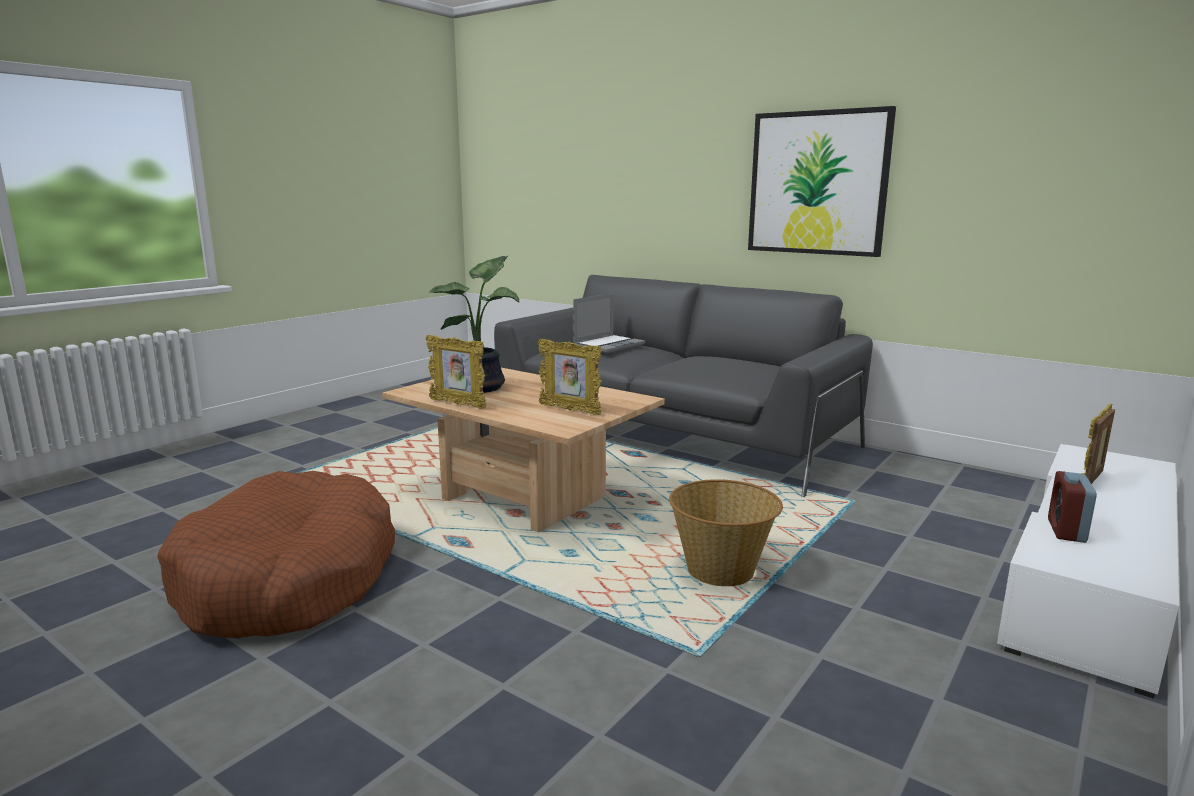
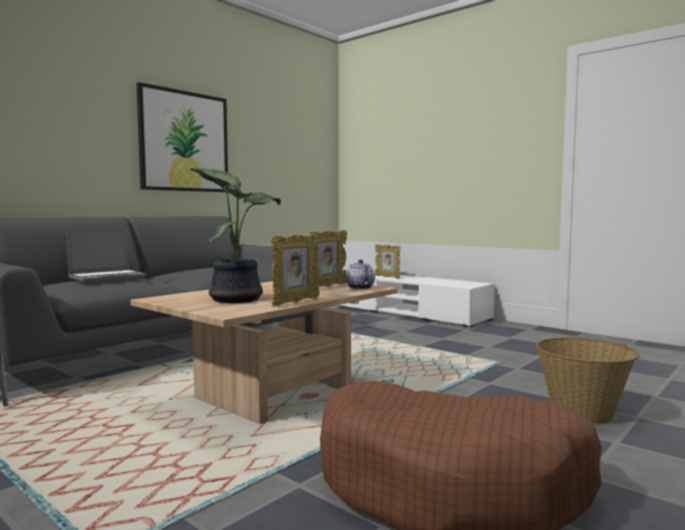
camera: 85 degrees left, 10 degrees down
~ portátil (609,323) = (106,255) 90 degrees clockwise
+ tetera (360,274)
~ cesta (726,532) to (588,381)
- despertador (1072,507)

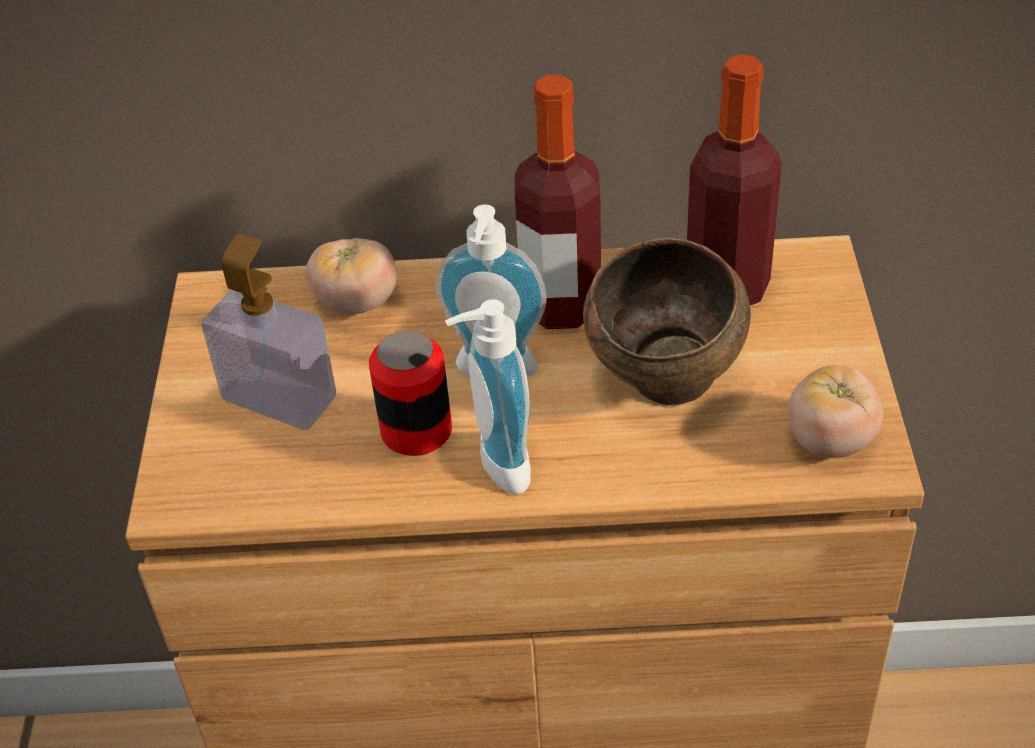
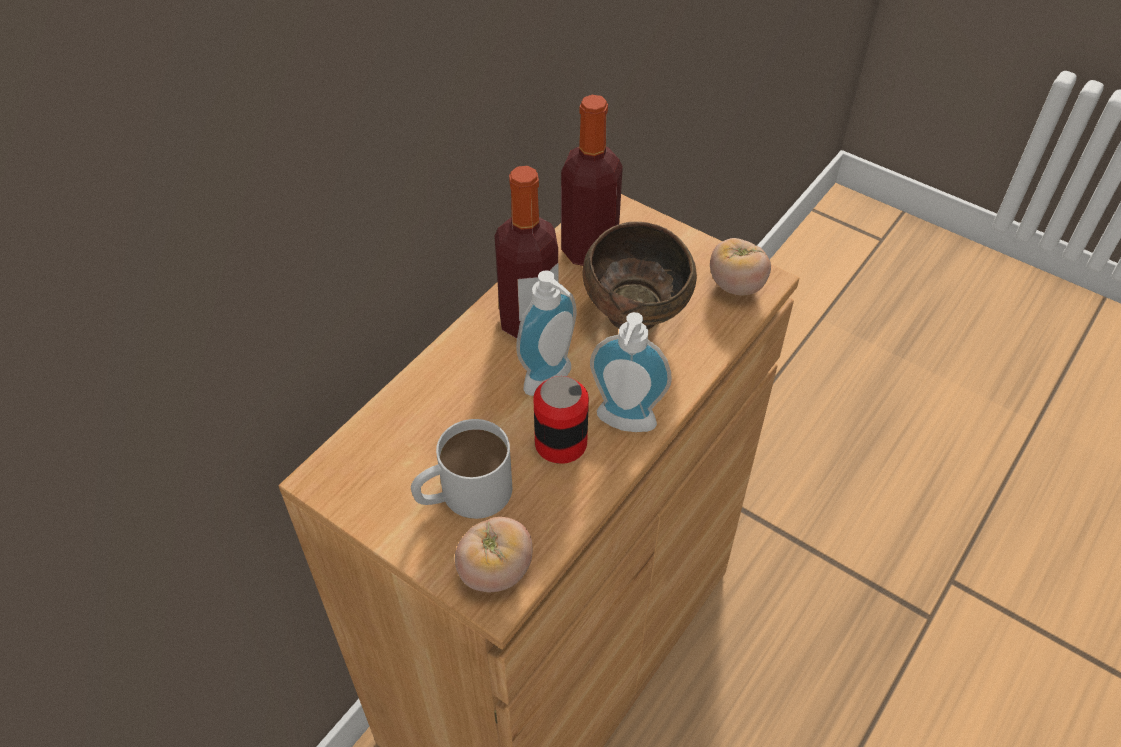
camera: 55 degrees left, 5 degrees up
~ dispensador de jabón (269,332) to taza grande/blanco (461,469)
~ tomate (351,276) to (494,554)

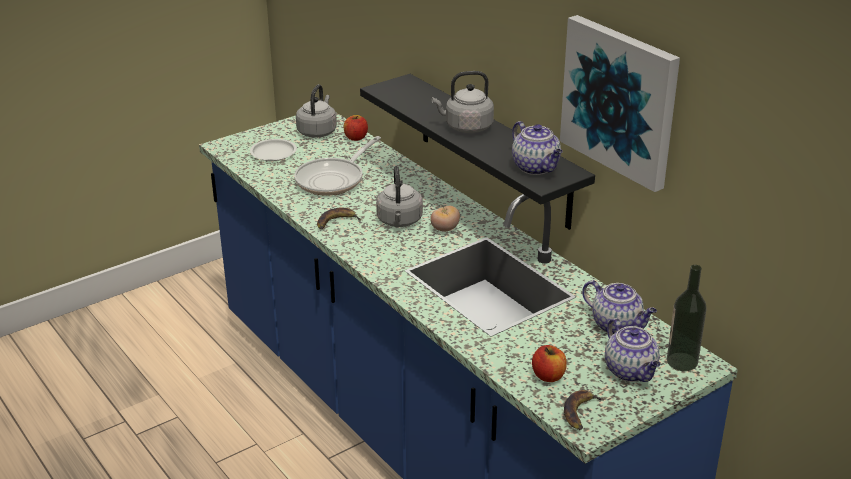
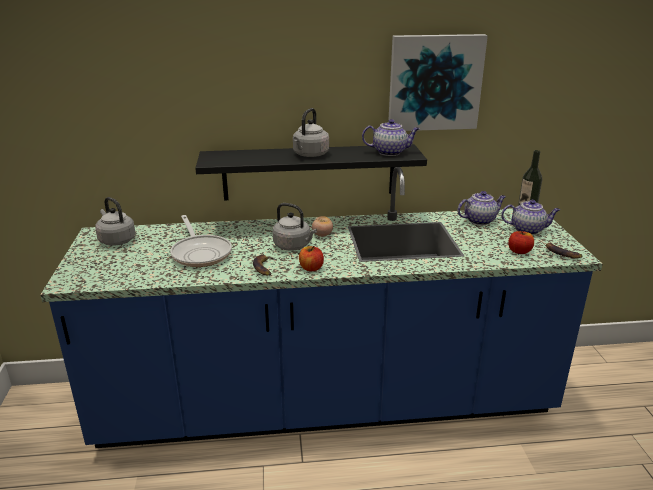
camera: 60 degrees left, 5 degrees down
~ manzana (356,128) to (311,258)
- plato/blanco (273,150)

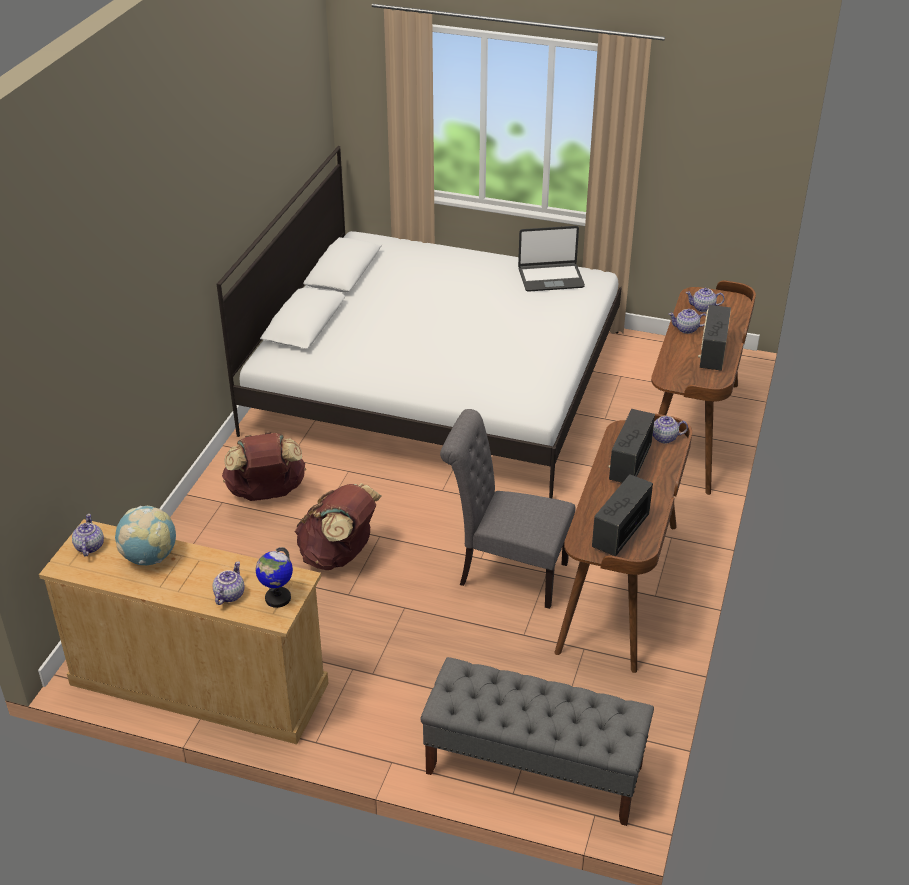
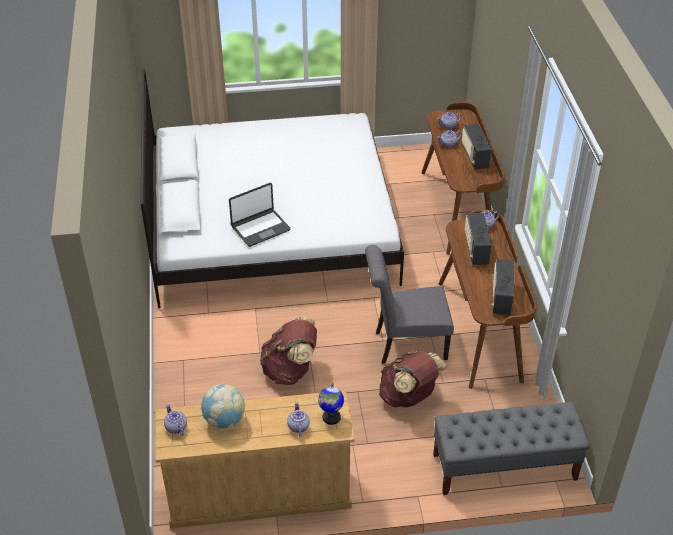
camera: 25 degrees left, 5 degrees up
~ portátil (551,259) to (259,215)
~ mochila/marrón (264,466) to (413,379)

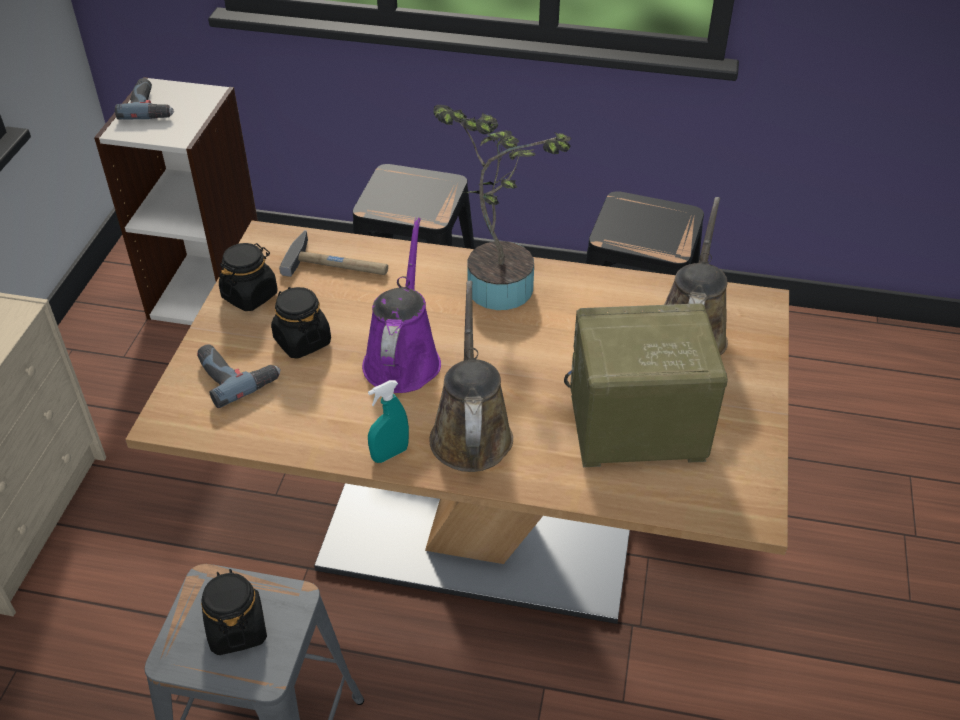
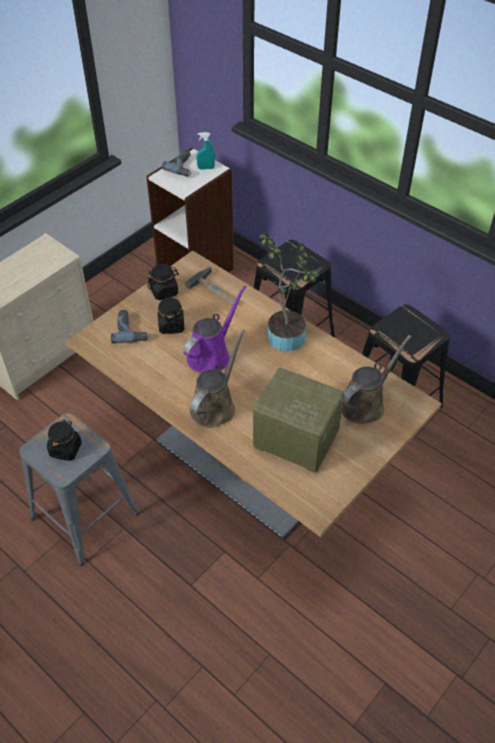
camera: 30 degrees right, 5 degrees up
~ pulverizador/turquesa (388,421) to (205,151)

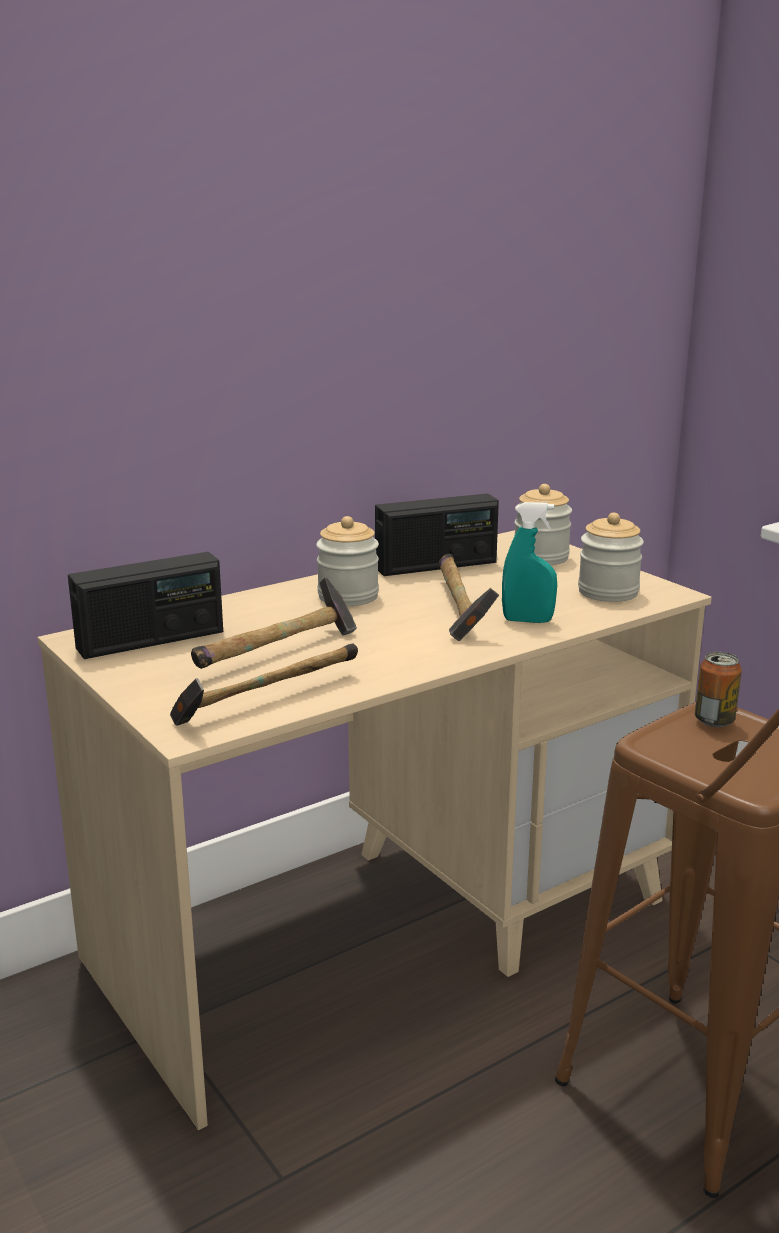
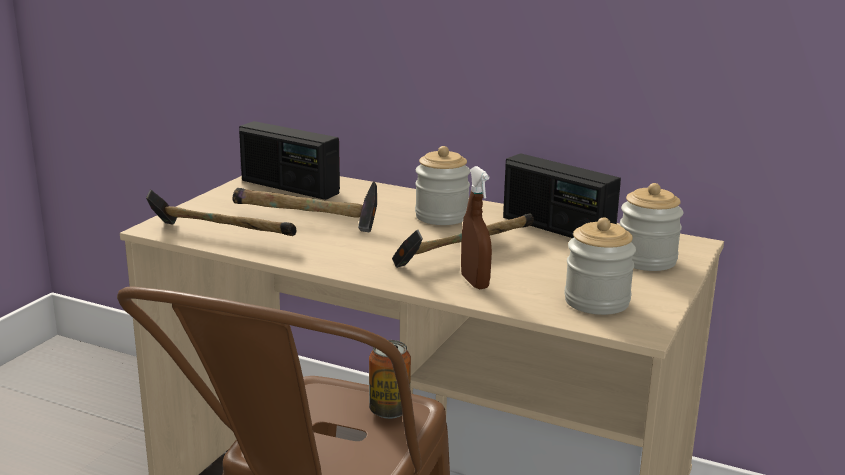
camera: 60 degrees right, 0 degrees up
~ pulverizador/turquesa (529,562) to pulverizador/marrón (476,227)

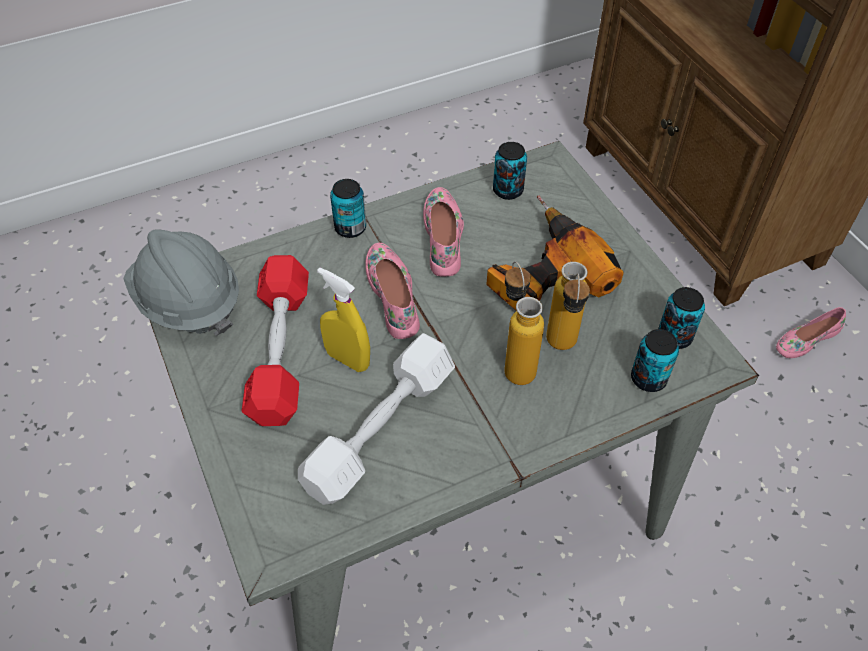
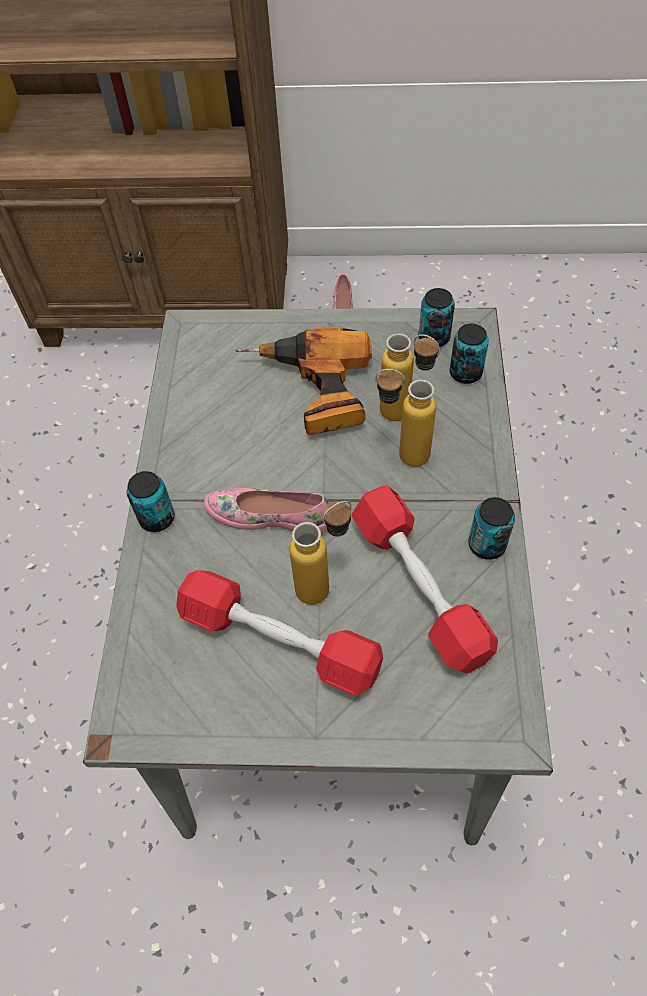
camera: 60 degrees left, 5 degrees up
~ pulverizador/amarillo (343,319) to botella (320,553)
~ mancuerna/blanco (376,419) to mancuerna/rojo (425,579)
~ lata (510,171) to (491,528)
- casco/gris (181,283)
- zapato/rosa (443,232)

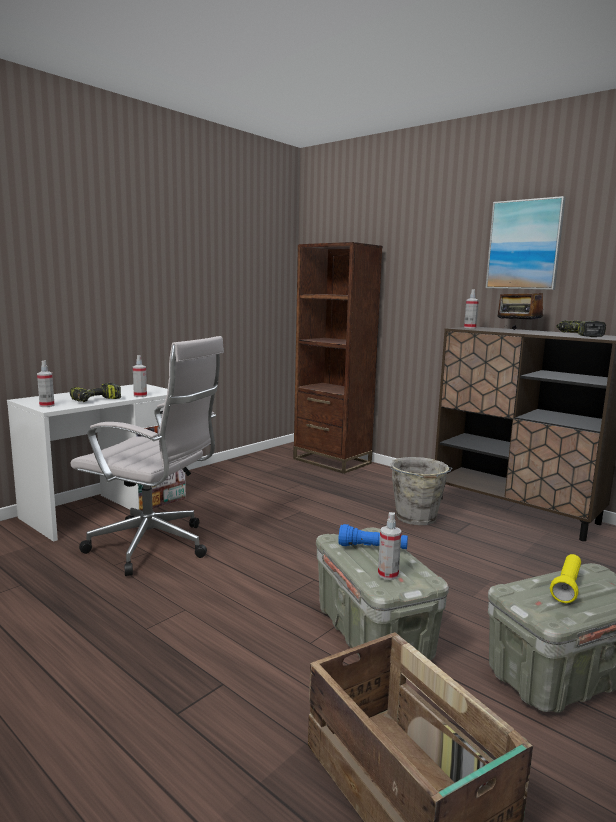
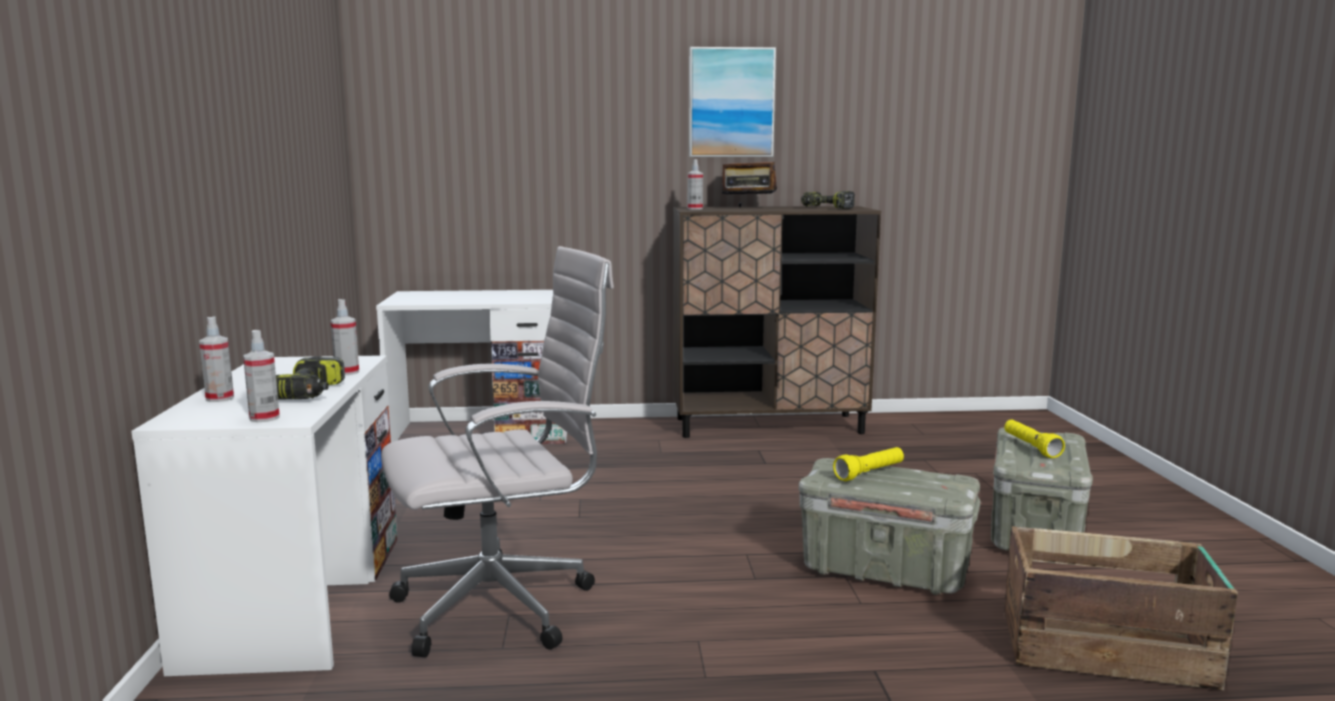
camera: 45 degrees left, 0 degrees up
~ pulverizador (389,546) to (216,359)
~ estantería/marrón (338,358) to escritorio/blanco (471,367)
~ linterna/azul (373,536) to linterna/amarillo (868,464)
- cubo/gris (421,491)

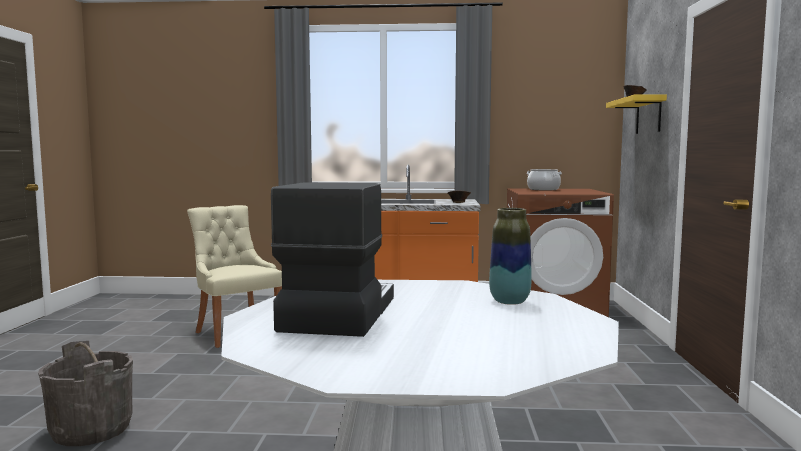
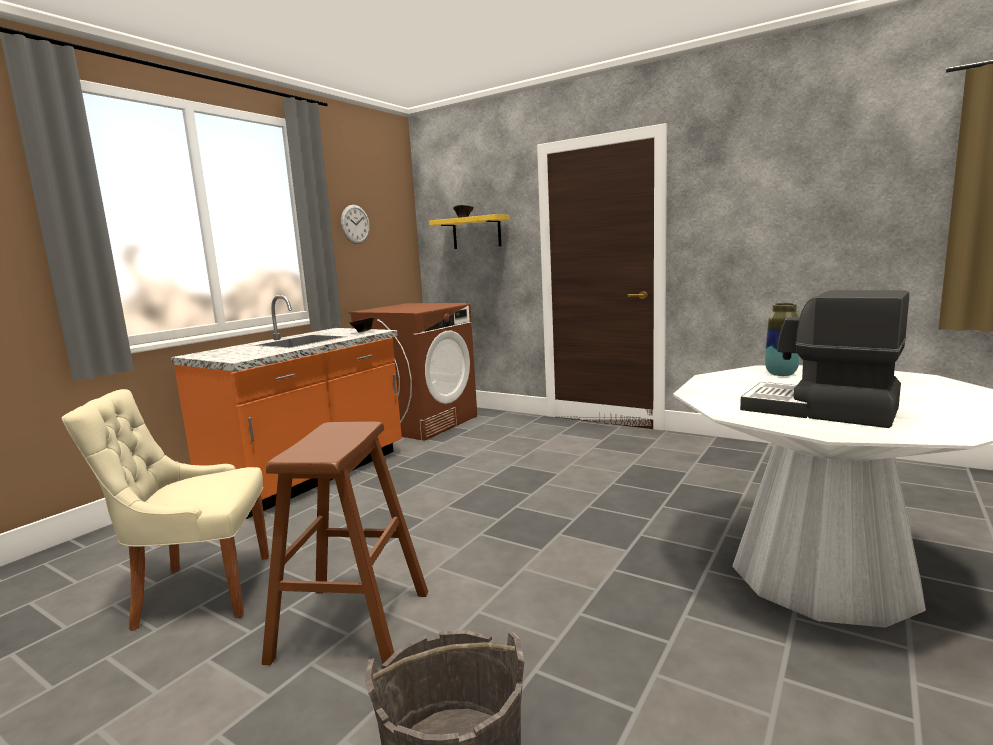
camera: 60 degrees left, 5 degrees up
+ taburete/marrón (345,543)
+ reloj de pared (355,224)
- olla (544,179)

